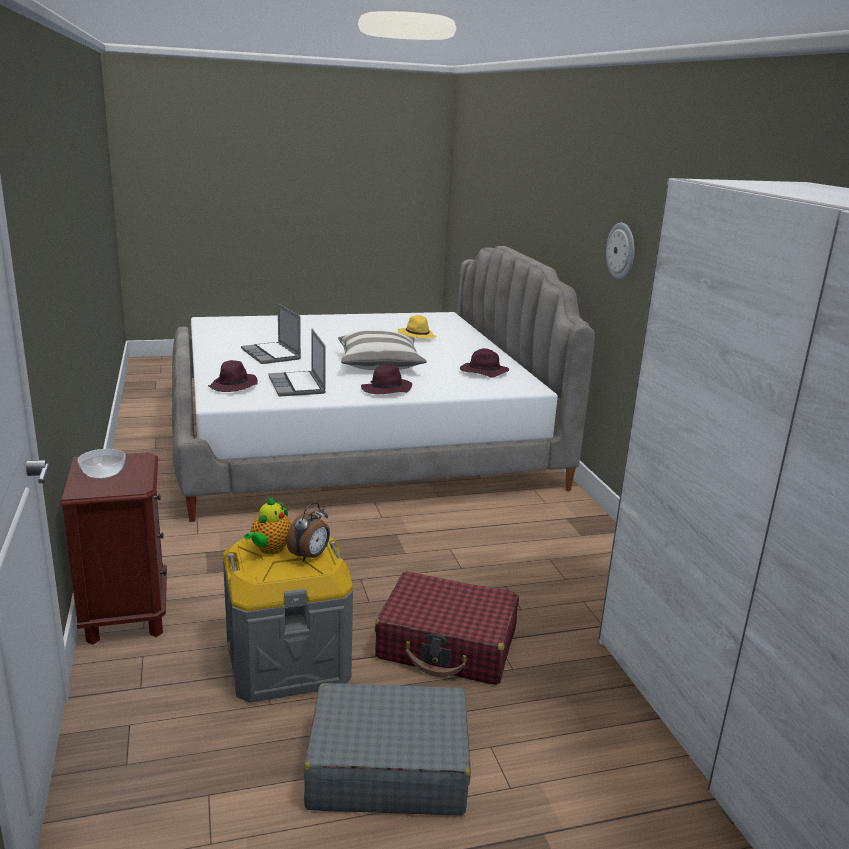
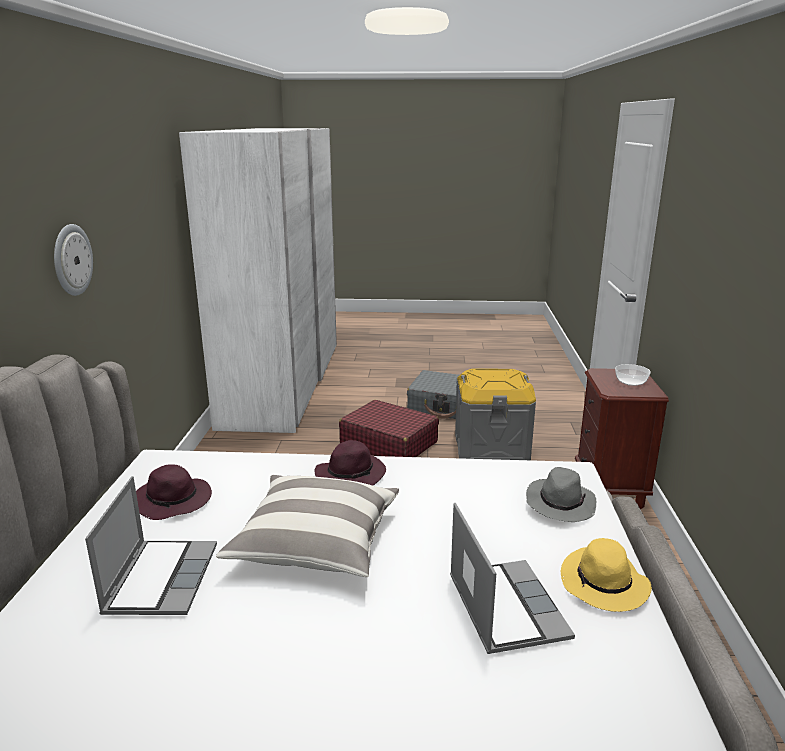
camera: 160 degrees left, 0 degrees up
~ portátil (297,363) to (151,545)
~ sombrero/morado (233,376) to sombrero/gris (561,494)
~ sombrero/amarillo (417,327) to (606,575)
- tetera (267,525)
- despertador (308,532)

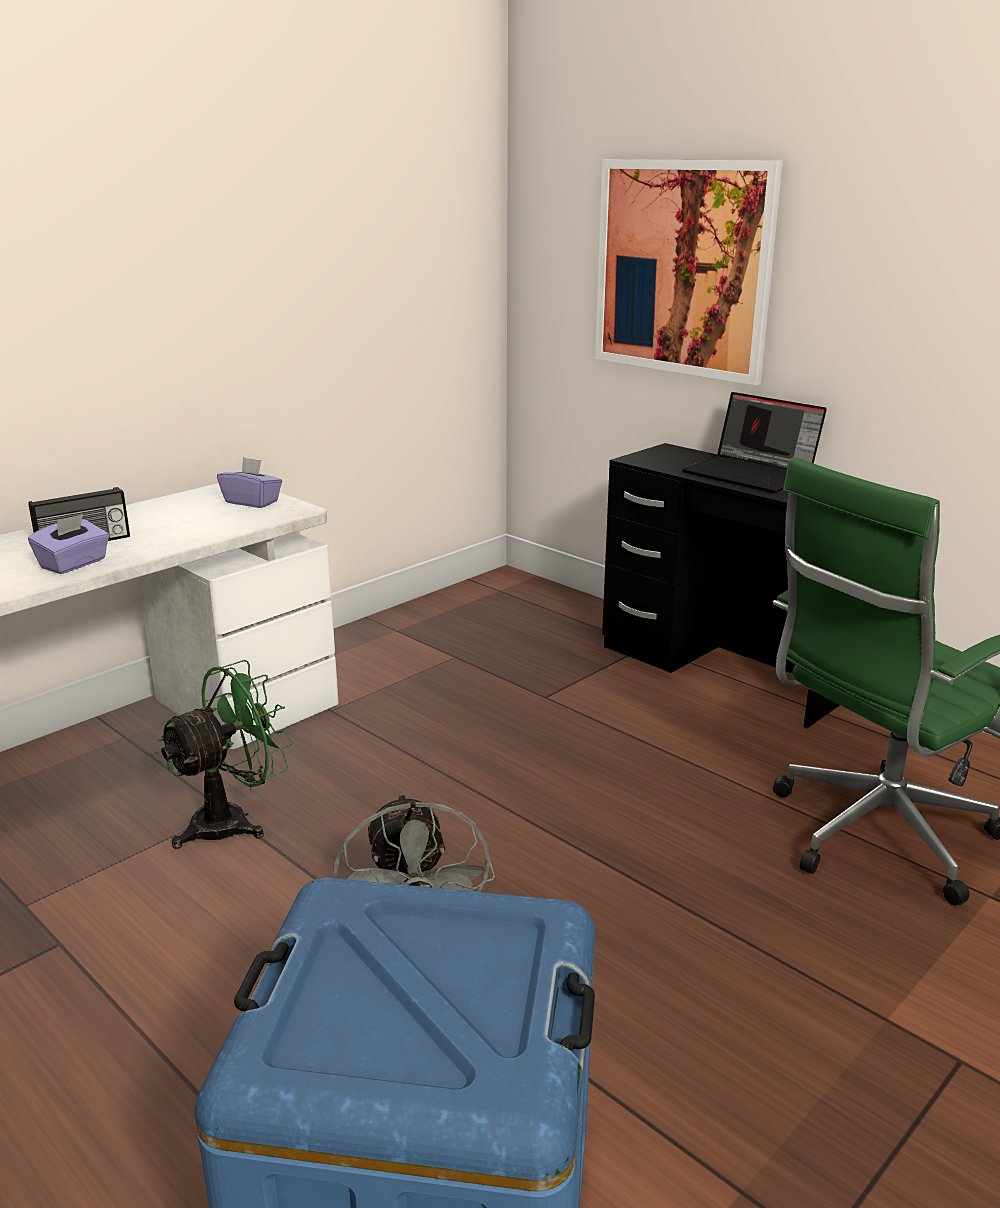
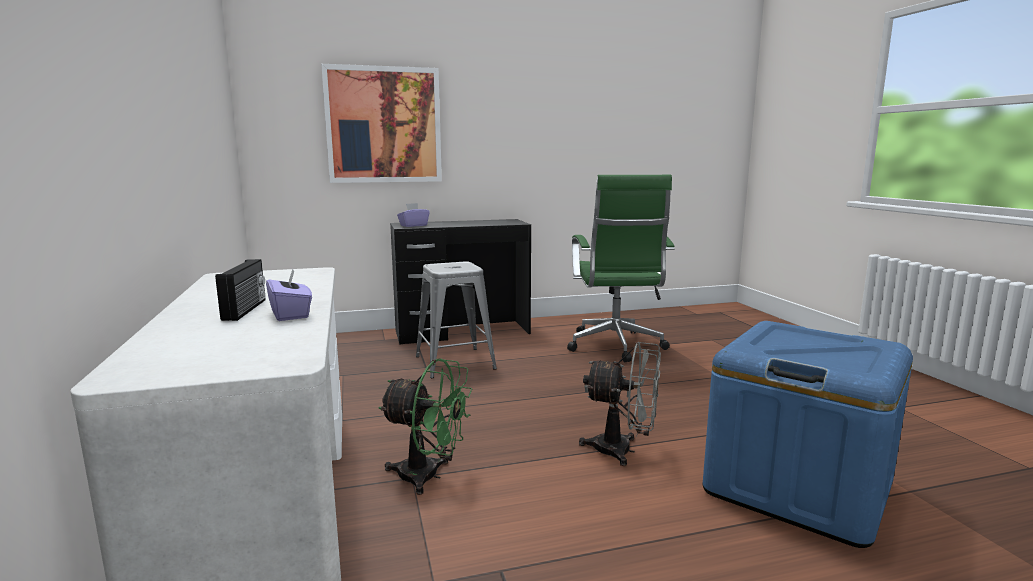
camera: 60 degrees left, 10 degrees down
~ ventilador/verde (225,754) = (425,426) 120 degrees clockwise
~ caja de pañuelos/morado (249,482) to (413,215)
+ taburete/gris (456,319)
- portátil (754,442)

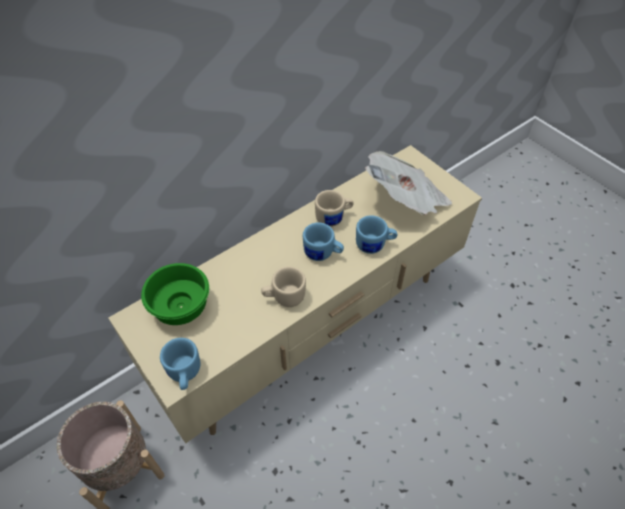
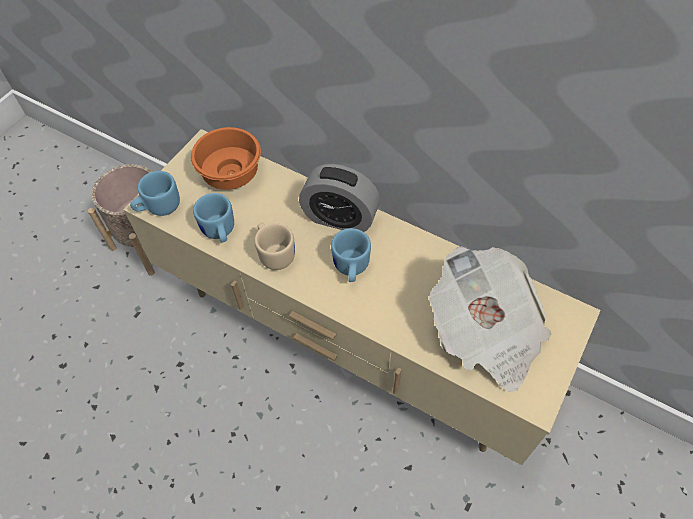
camera: 70 degrees right, 5 degrees up
~ cuenco/verde (175,294) to cuenco/naranja (226,158)
~ taza grande/azul (376,234) to (213,218)
+ despertador (339,198)
- taza grande/beis (334,208)

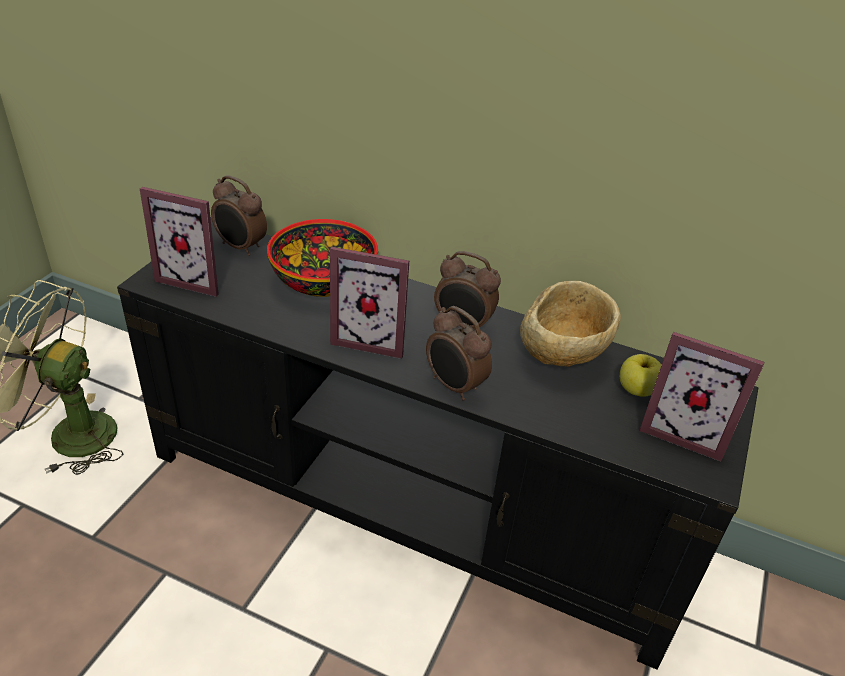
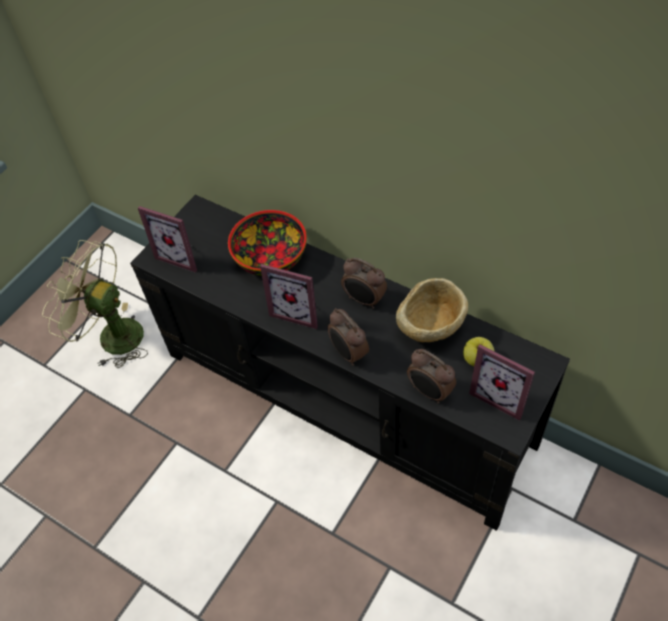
camera: 15 degrees right, 15 degrees up
~ despertador (239,215) to (431,376)

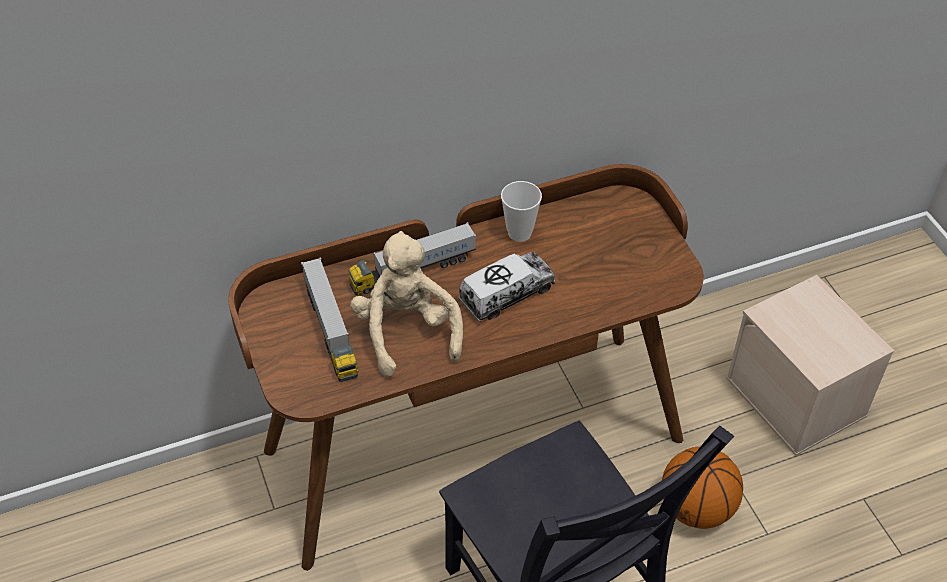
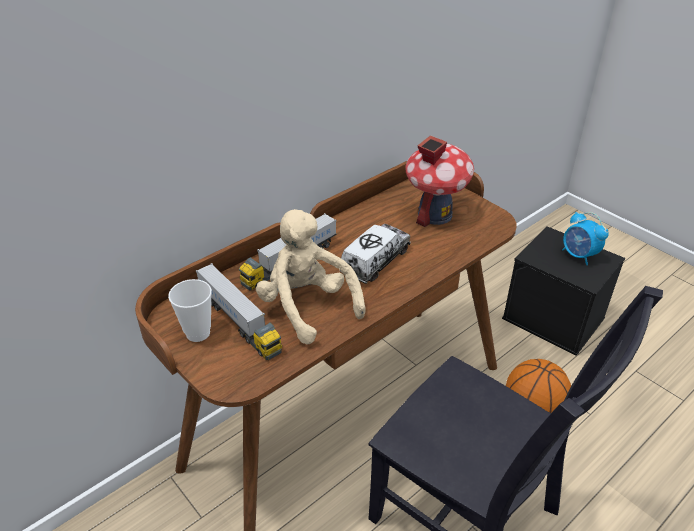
camera: 20 degrees left, 10 degrees down
~ taza (521,211) to (190,310)
+ casita (439,181)
~ caja de almacenaje/beis (810,365) to caja de almacenaje/negro (563,291)
+ despertador (585,238)

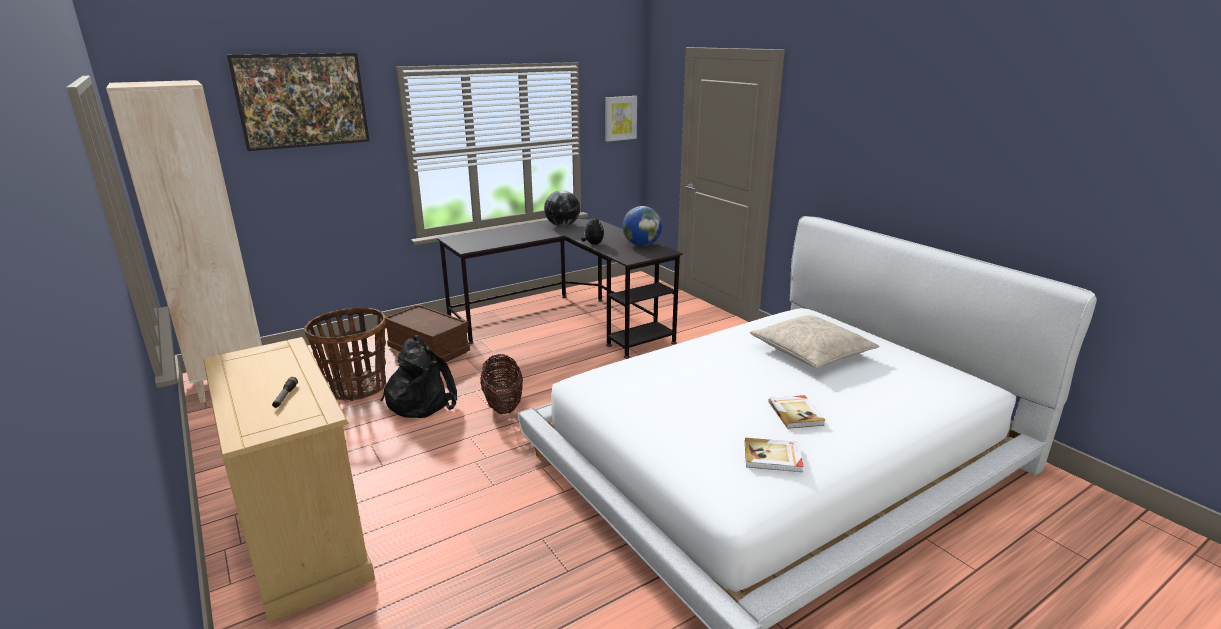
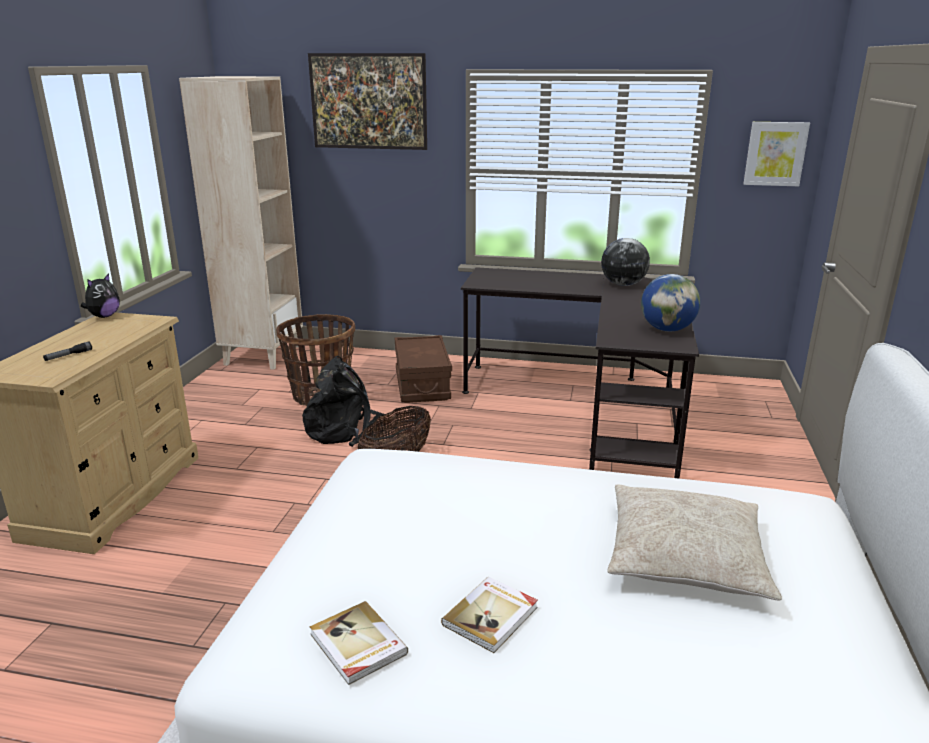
camera: 45 degrees right, 0 degrees up
~ peluche (592,230) to (100,295)

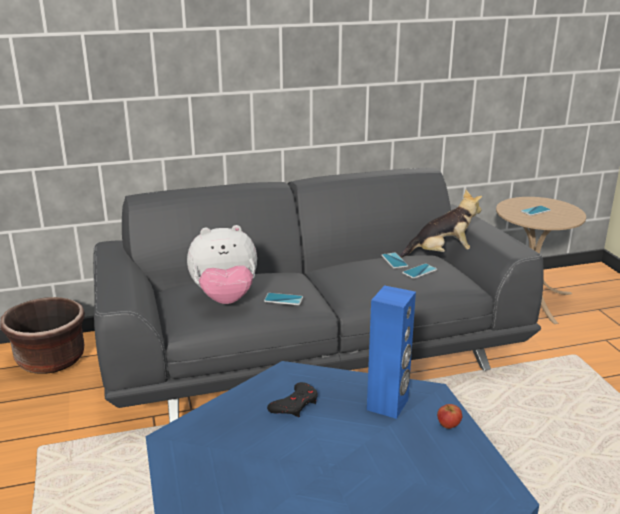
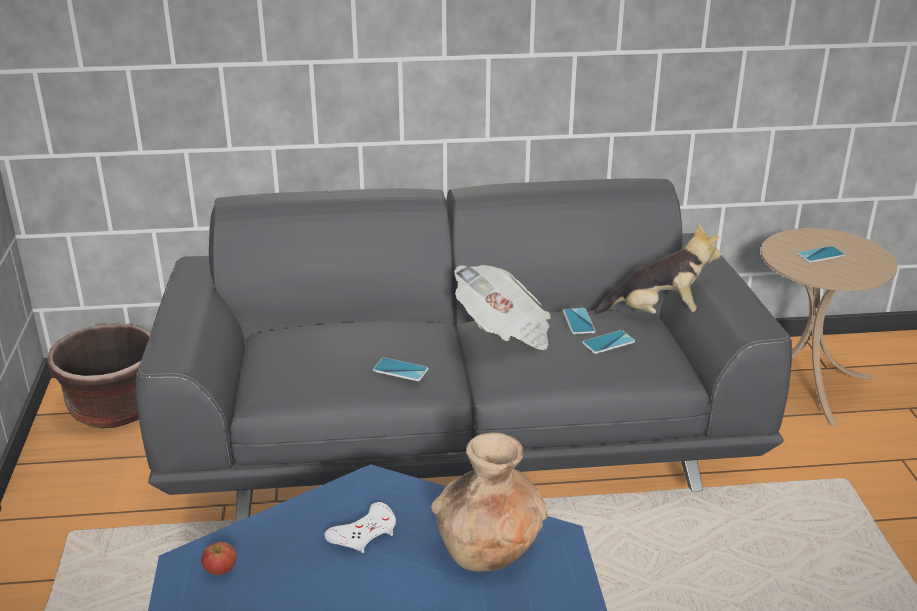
camera: 10 degrees right, 5 degrees up
~ manzana (449,416) to (219,558)
~ mando de consola/negro (292,399) to mando de consola/blanco (360,527)
~ altavoz/azul (391,352) to florero/marrón (489,502)
+ periódico (502,307)
- peluche (222,264)

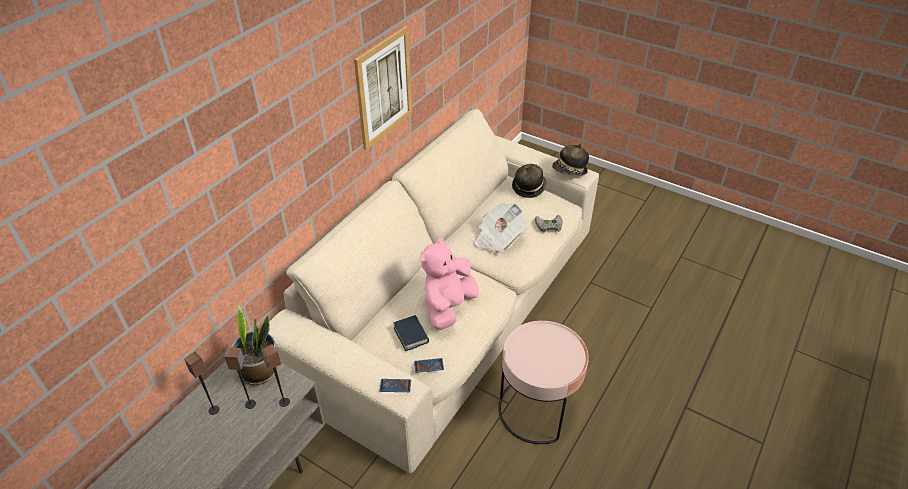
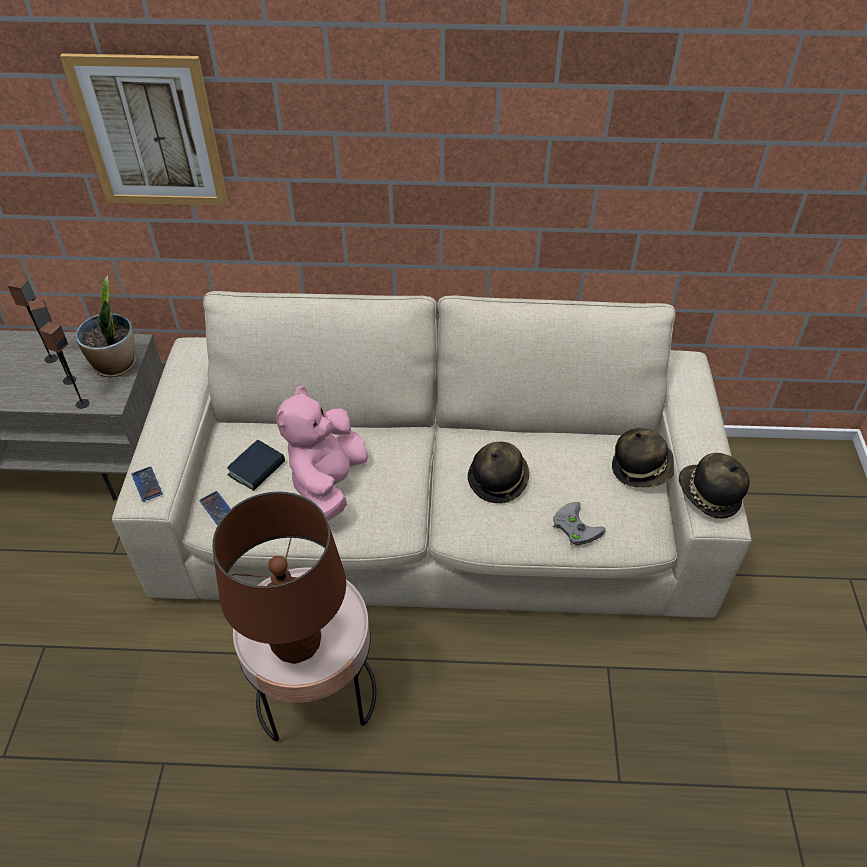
camera: 60 degrees right, 5 degrees up
~ cuadro (383,88) to (144,129)
+ lámpara de mesa/marrón (279,577)
~ peluche/rosa (450,284) = (322,453) 75 degrees counterclockwise
~ periódico (500,228) to sombrero (499,473)

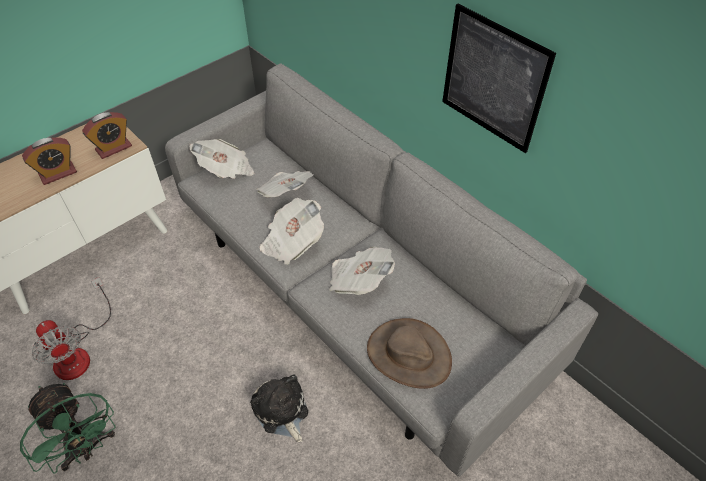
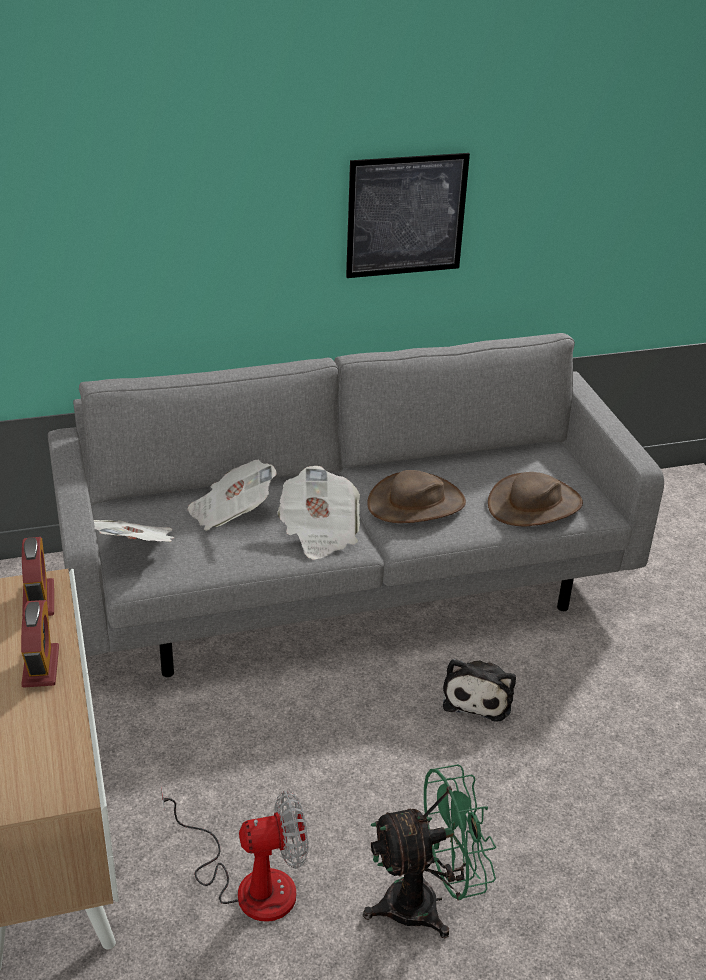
camera: 65 degrees left, 15 degrees down
~ periódico (362,270) to sombrero/marrón (416,496)
~ peluche (279,408) = (479,690) 75 degrees counterclockwise

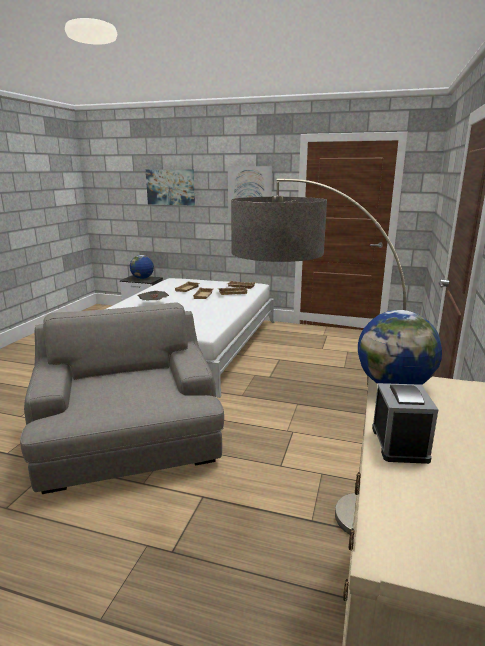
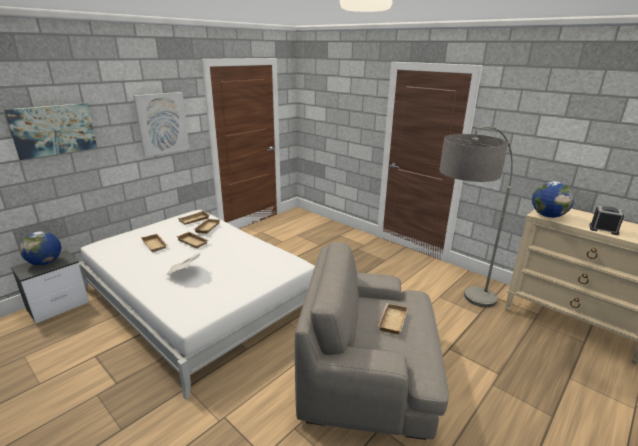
camera: 65 degrees left, 5 degrees up
+ bandeja/beis (393,319)

